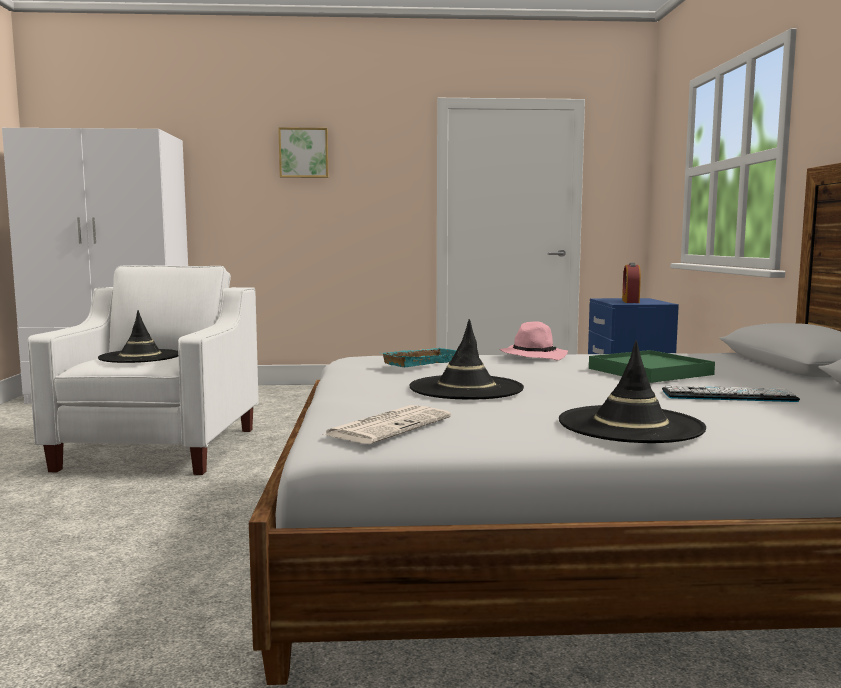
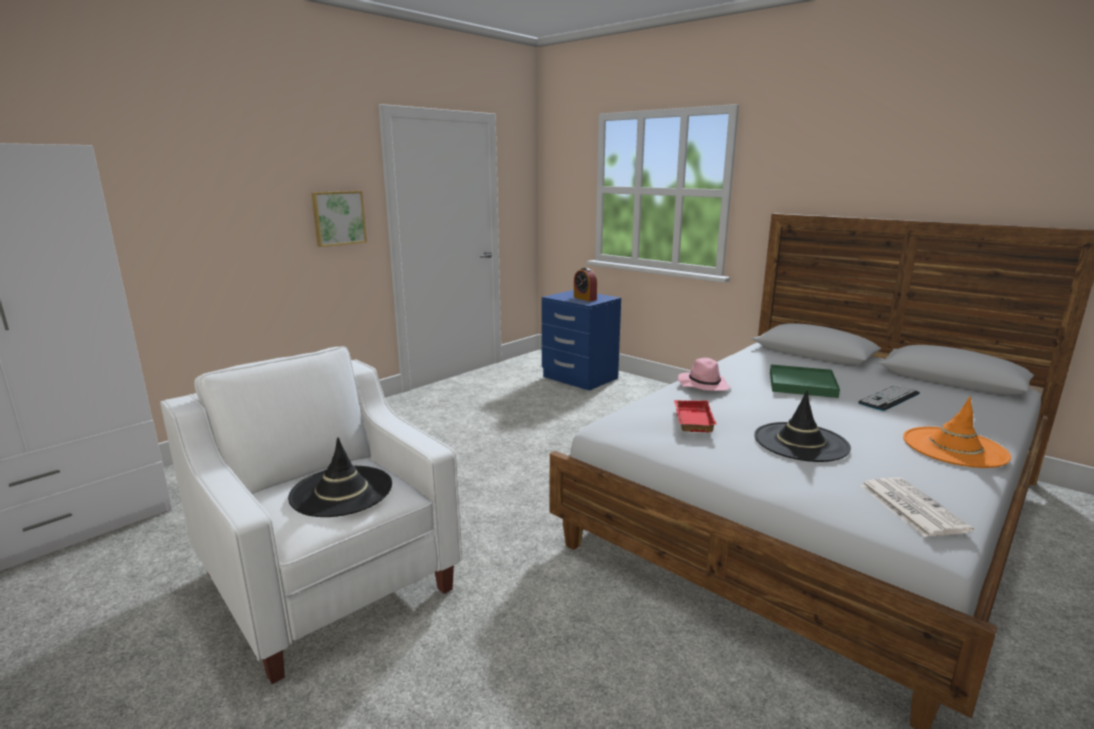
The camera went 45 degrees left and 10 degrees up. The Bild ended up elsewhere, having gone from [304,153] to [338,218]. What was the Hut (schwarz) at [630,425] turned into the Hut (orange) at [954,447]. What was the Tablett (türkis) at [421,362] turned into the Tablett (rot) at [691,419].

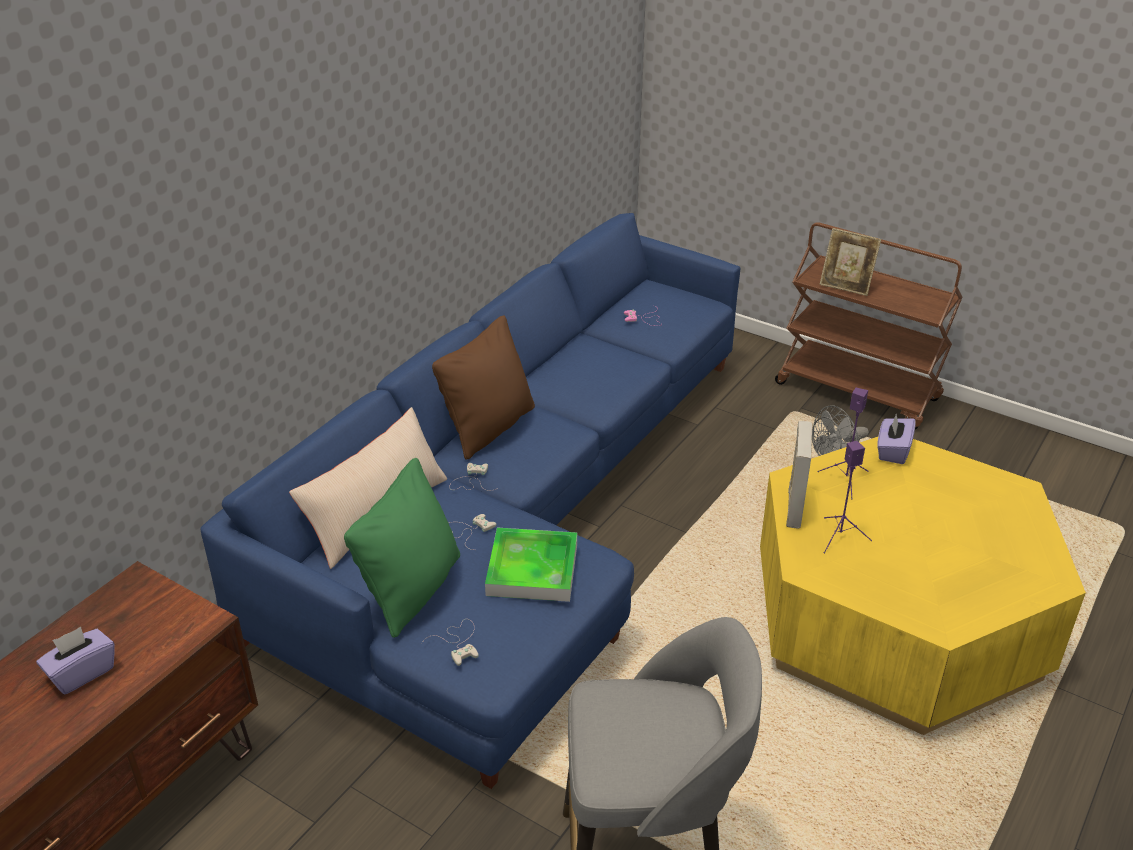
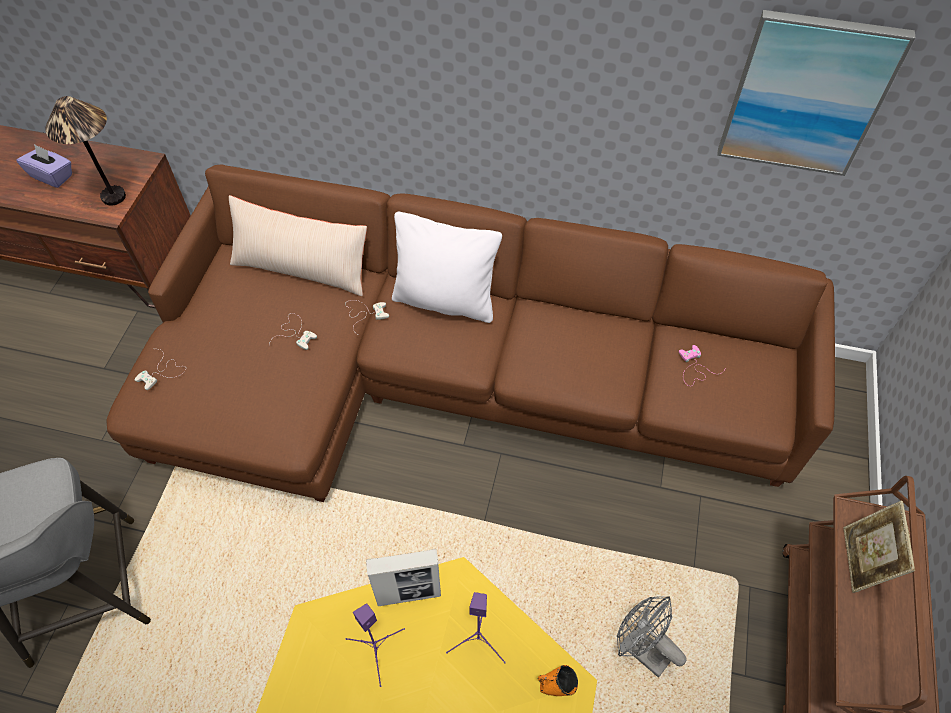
The camera went 70 degrees right and 20 degrees up. What was the Sofa (blau) at [516,518] turned into the Sofa (braun) at [448,377]. What was the Kissen (braun) at [489,428] turned into the Kissen (weiß) at [445,300]. Where the Taschentuchbox (lila) stood at [892,451], the Henkelbecher (orange) came to stand at [555,686]. The second view lost the Kissen (grün) at [412,590]. The second view lost the Tablett at [532,569]. The second view gained the Bild at [806,95]. The second view gained the Tischlampe at [114,197].

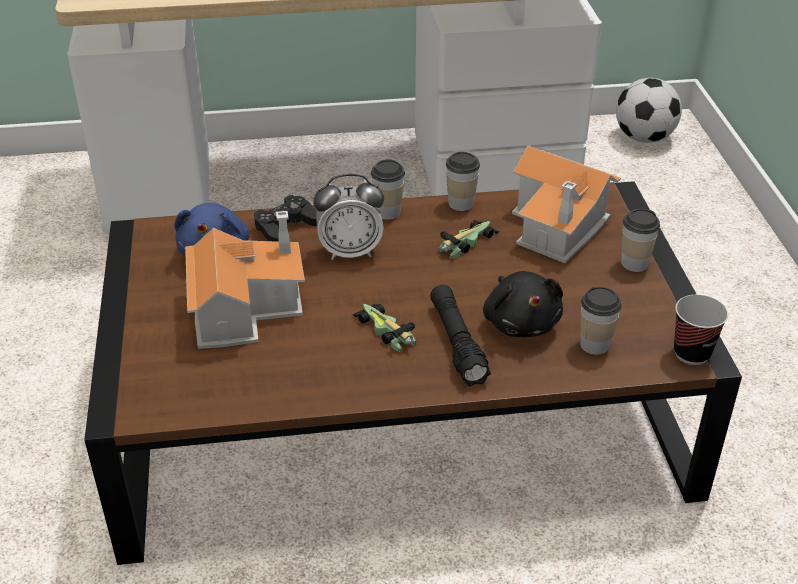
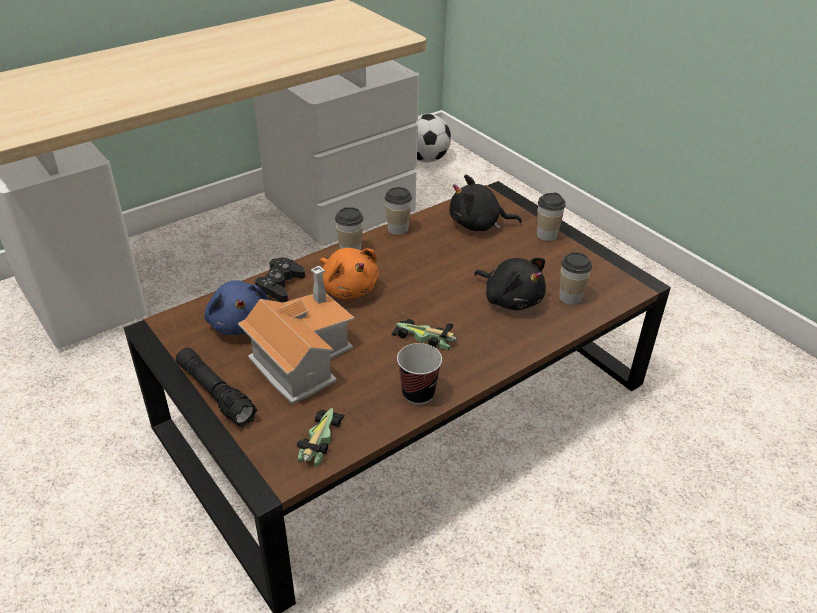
The camera went 30 degrees left and 0 degrees up. Where the Spielzeughaus stood at [560,226], the Plüschtier (schwarz) came to stand at [478,225]. Where the Wecker stood at [350,251], the Plüschtier (orange) came to stand at [347,288]. The Spielzeugauto ended up elsewhere, having gone from [466,242] to [319,440]. The Taschenlampe (schwarz) ended up elsewhere, having gone from [457,343] to [215,394]. The Tasse ended up elsewhere, having gone from [692,353] to [418,394].

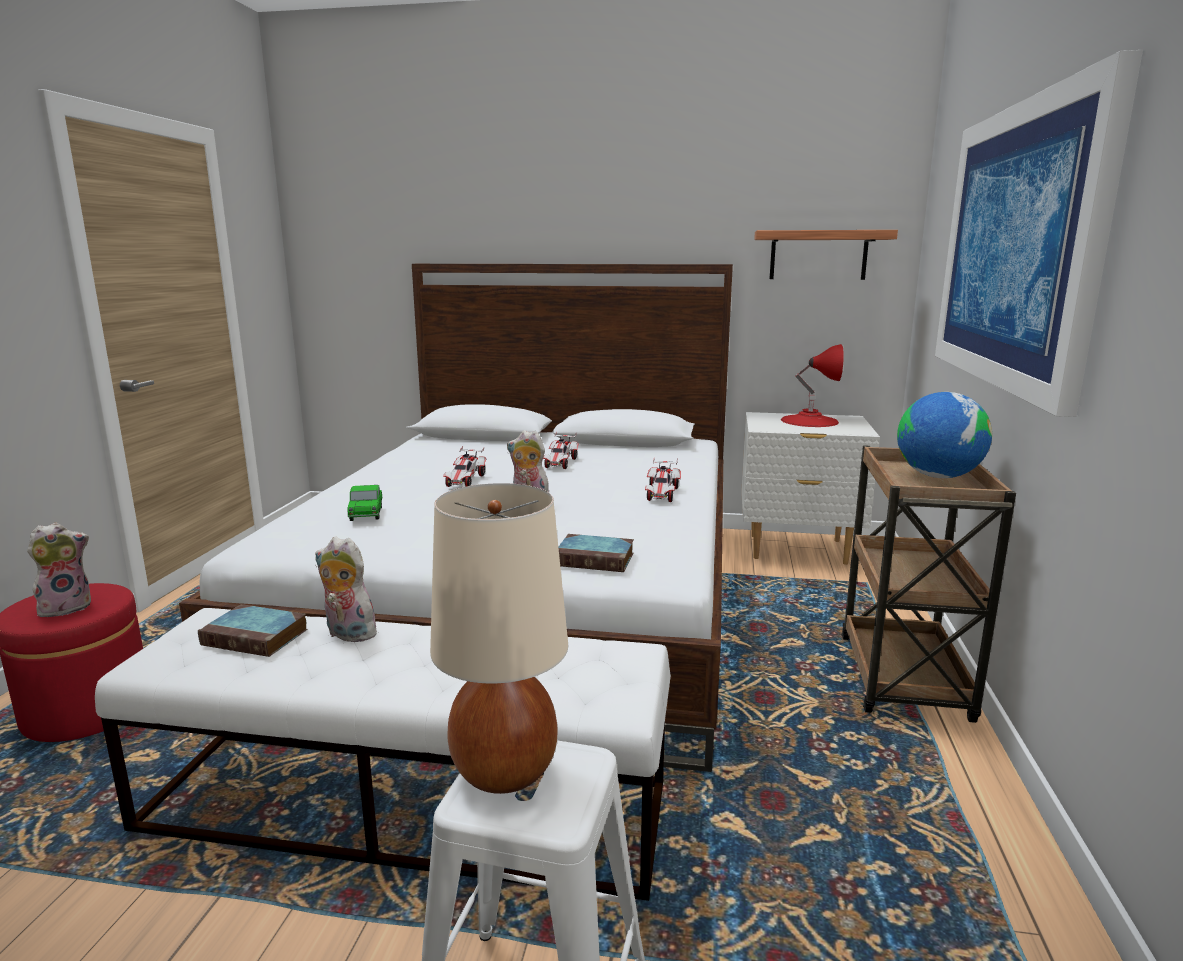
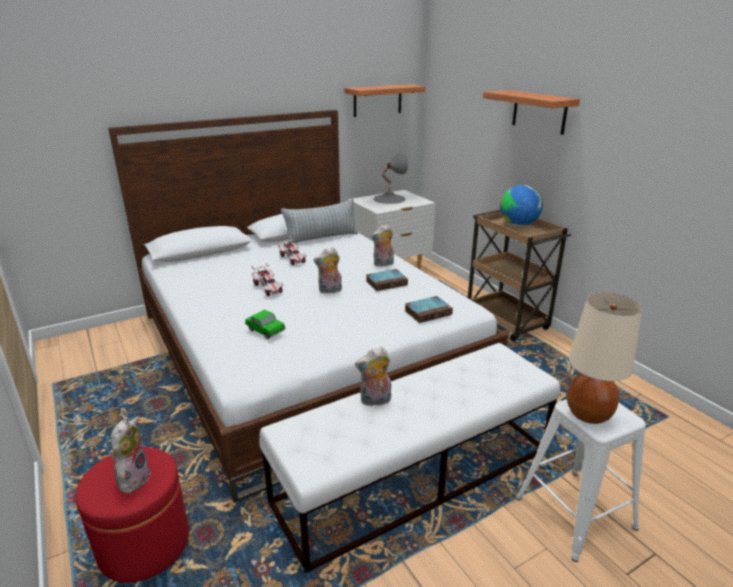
The camera went 40 degrees left and 10 degrees up. Where the Bild hung at [1017,246], the Wandregal came to hang at [539,112]. What was the Tischlampe (rot) at [809,421] turned into the Tischlampe (grau) at [389,199]. Where the Spielzeugauto stood at [662,494], the Plüschtier came to stand at [383,264]. The Buch ended up elsewhere, having gone from [257,637] to [387,282]. The second view gained the Kissen at [321,238].

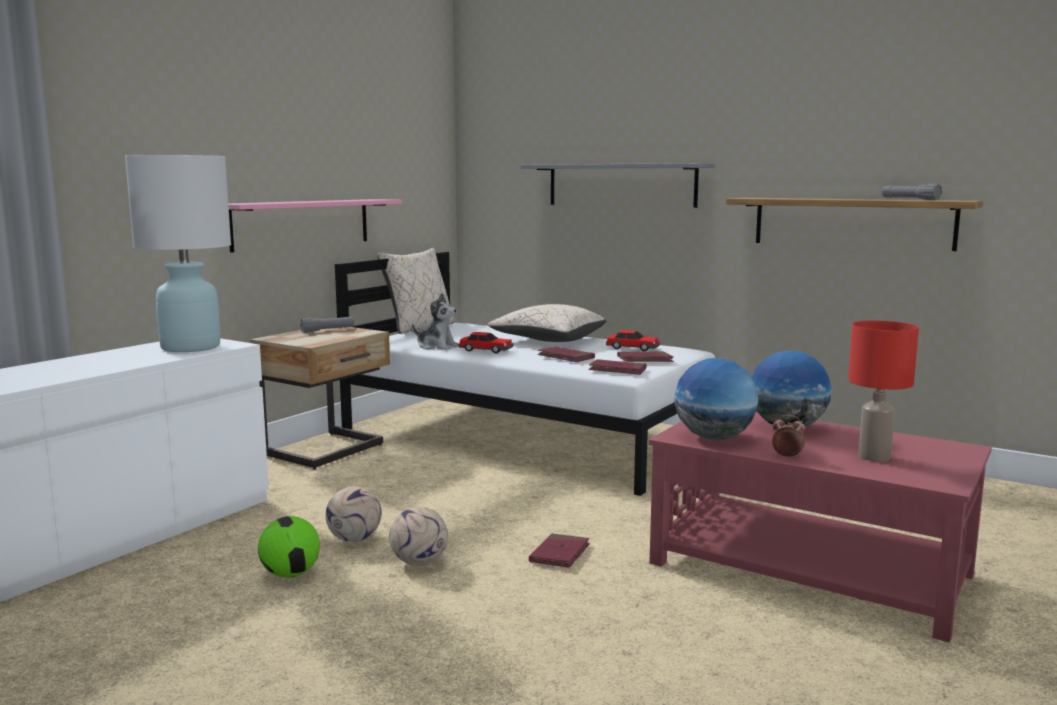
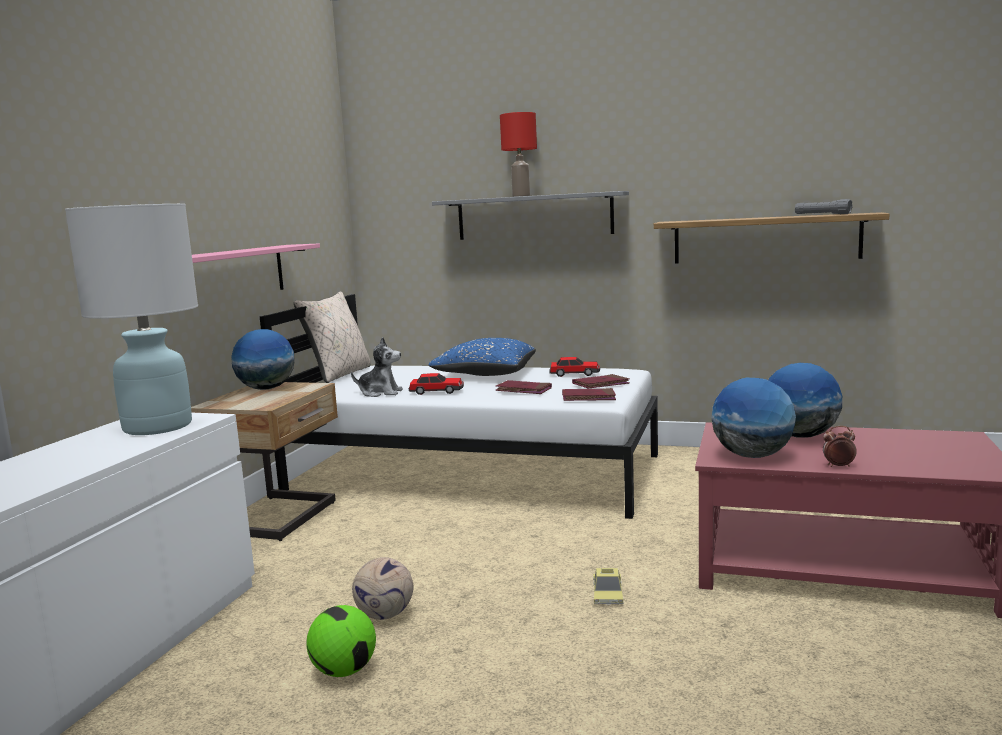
The camera went 15 degrees left and 0 degrees up. What was the Kissen (beige) at [548,340] turned into the Kissen (blau) at [485,374]. Where the Taschenlampe (grau) stood at [328,330], the Globus came to stand at [266,389]. The Tischlampe (rot) ended up elsewhere, having gone from [875,457] to [521,196]. The second view lost the Fußball at [419,562]. Where the Buch (rot) stood at [559,554], the Spielzeugauto came to stand at [607,594].

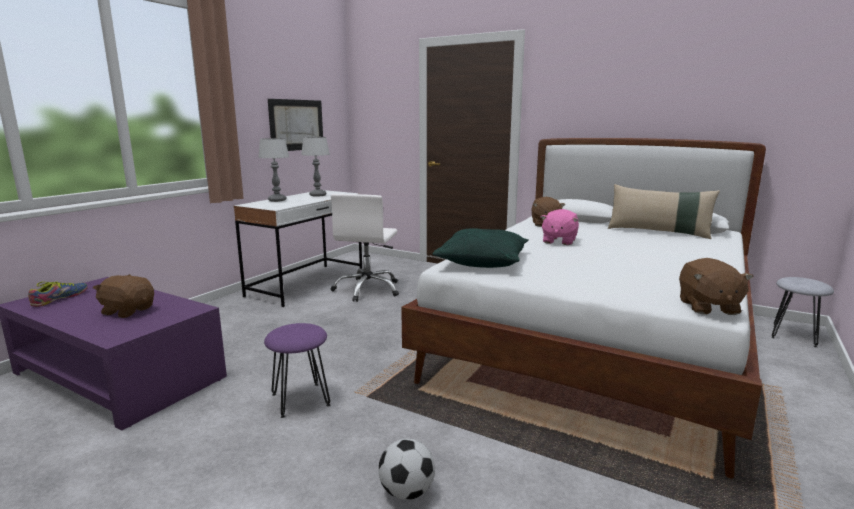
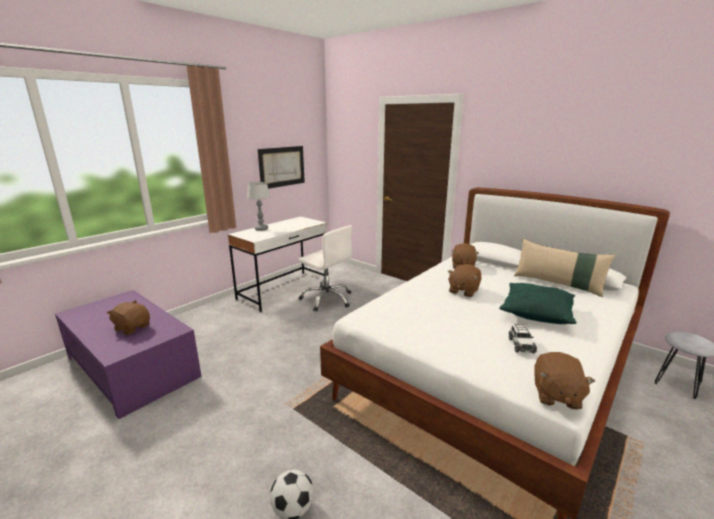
The camera went 10 degrees right and 5 degrees up. The second view lost the Tischlampe at [318,195]. The Bürostuhl (weiß) at [368,289] ended up facing another way, 75 degrees counterclockwise from before. What was the Plüschtier (rosa) at [558,241] turned into the Plüschtier (braun) at [463,291]. The Kissen (grün) ended up elsewhere, having gone from [482,261] to [536,312]. The second view lost the Schuh at [59,298]. The second view lost the Hocker (lila) at [300,400]. The second view gained the Spielzeugauto at [520,345].

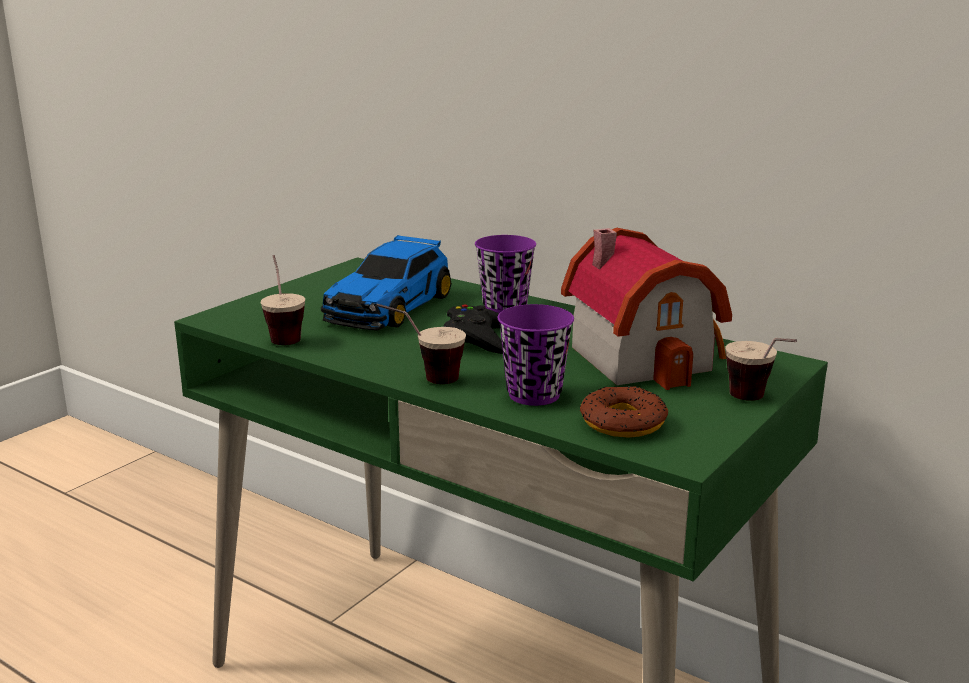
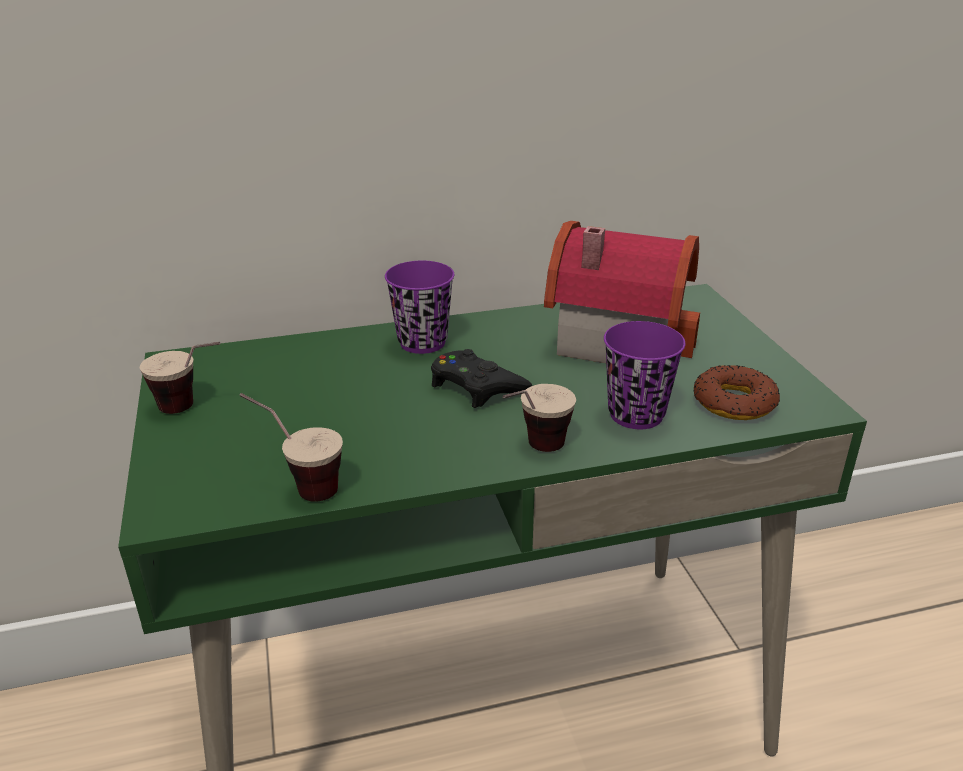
The camera went 50 degrees left and 10 degrees up. The second view lost the Spielzeugauto at [391,306]. The Tasse ended up elsewhere, having gone from [758,403] to [193,409].

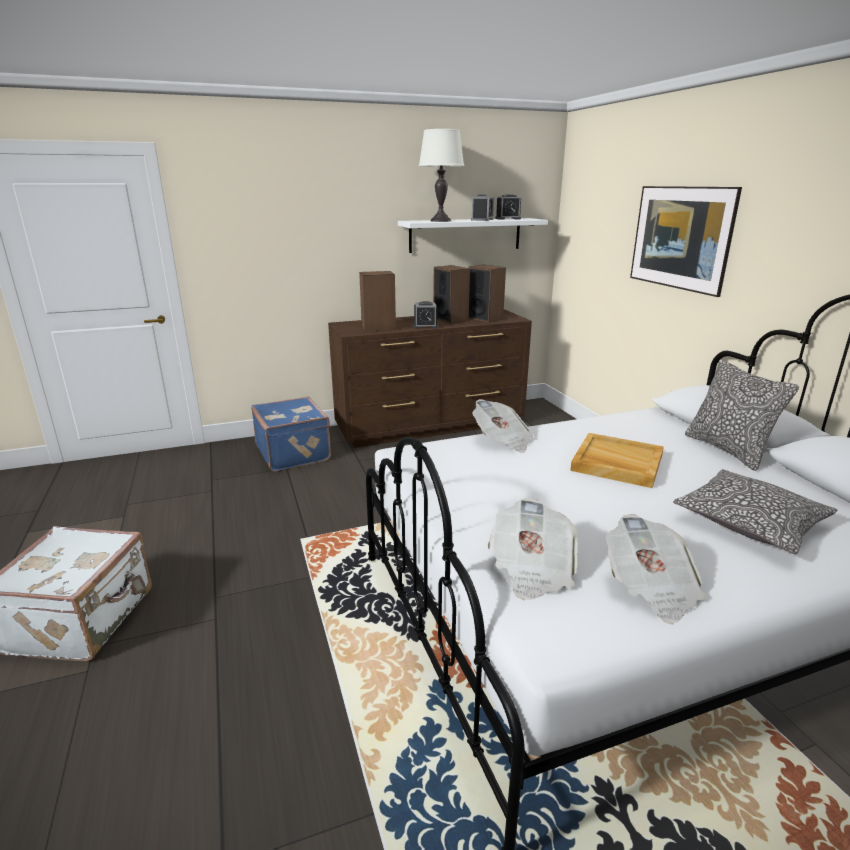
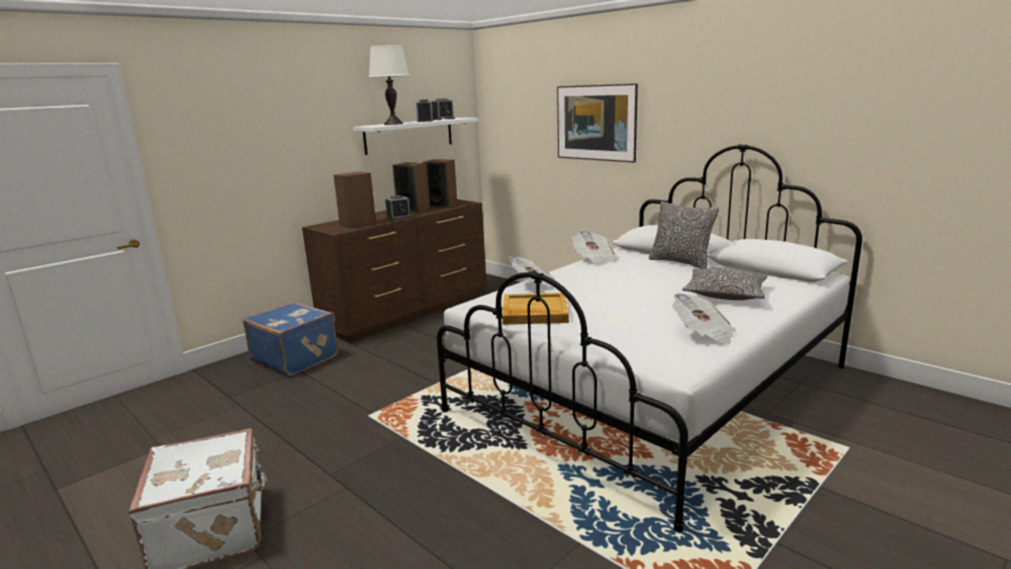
The camera went 25 degrees left and 5 degrees down. The Tablett (beige) ended up elsewhere, having gone from [616,463] to [534,312]. The Zeitung ended up elsewhere, having gone from [531,569] to [594,259].

